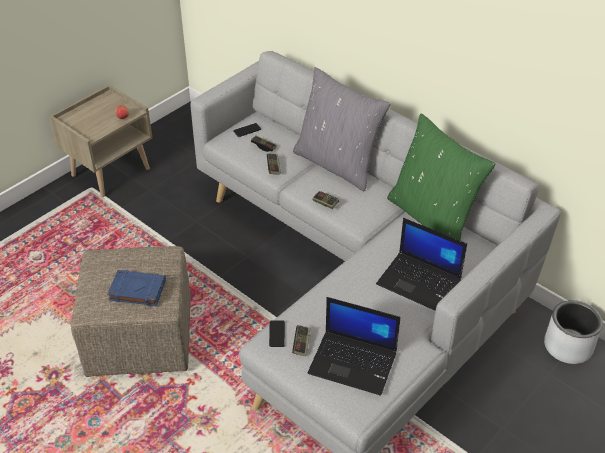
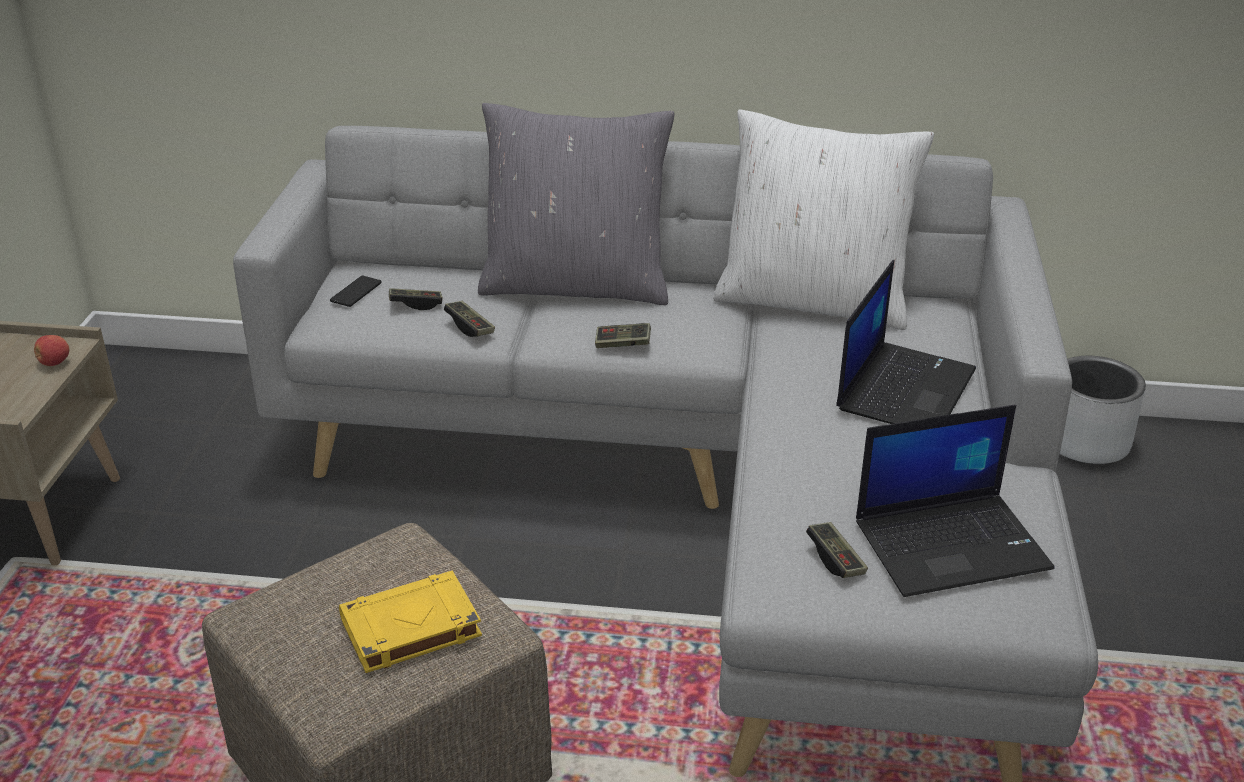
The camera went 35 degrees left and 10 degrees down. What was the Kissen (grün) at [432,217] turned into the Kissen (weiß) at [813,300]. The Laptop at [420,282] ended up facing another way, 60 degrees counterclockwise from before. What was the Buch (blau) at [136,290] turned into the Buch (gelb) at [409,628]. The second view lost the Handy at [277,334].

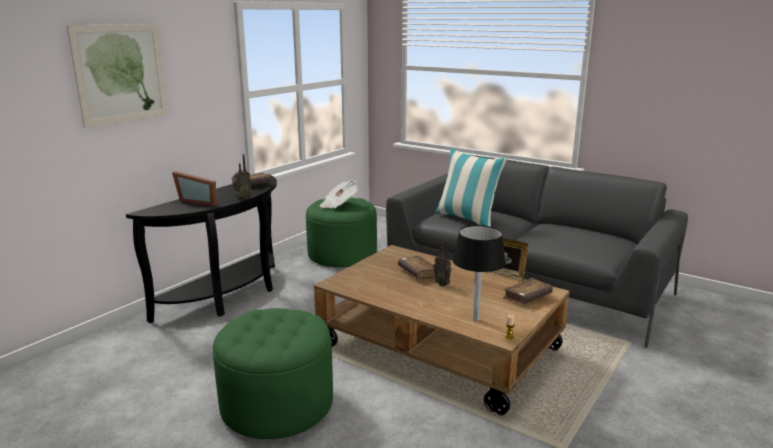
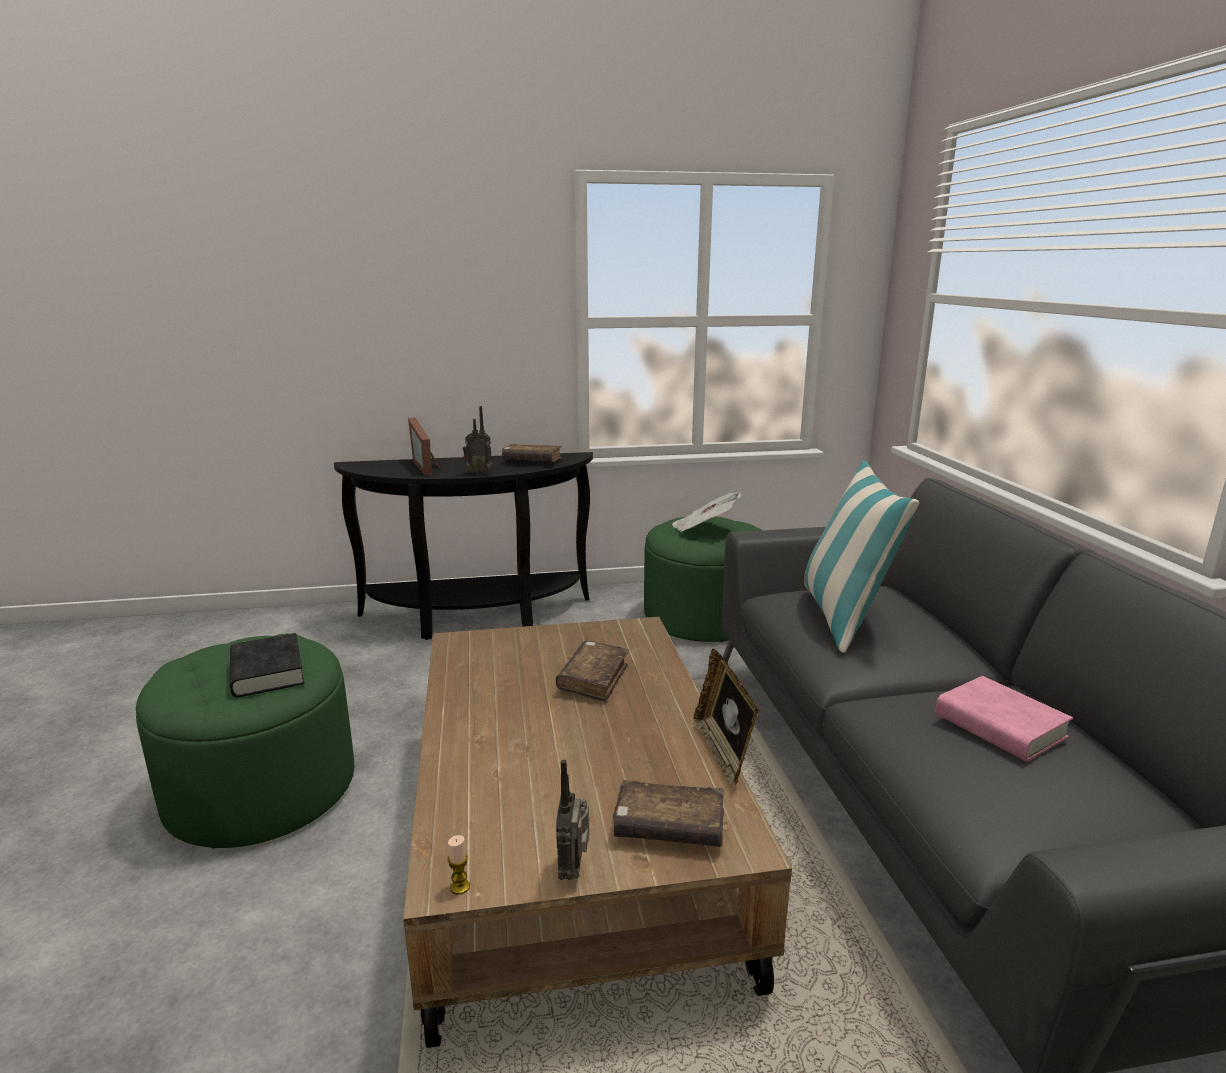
The camera went 45 degrees right and 0 degrees up. The second view lost the Bild at [121,73]. The second view lost the Tischlampe (schwarz) at [475,319]. The Radio ended up elsewhere, having gone from [442,284] to [574,870]. The second view gained the Buch (schwarz) at [267,672]. The second view gained the Buch (rosa) at [999,726].

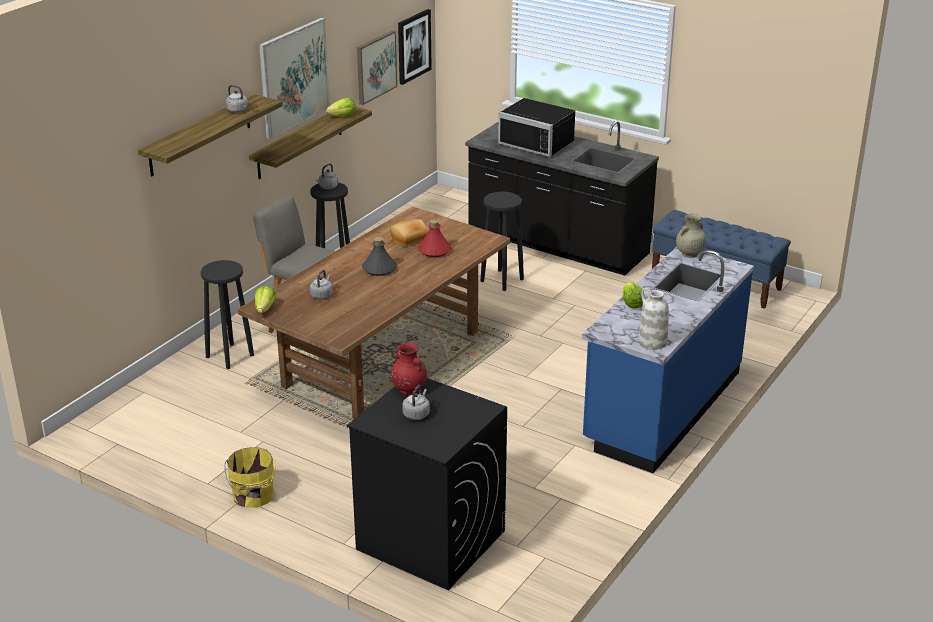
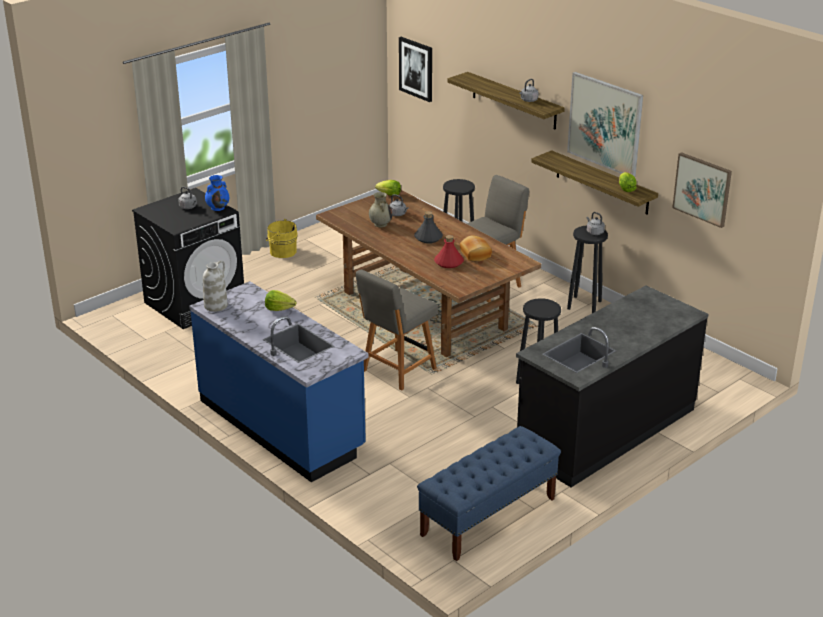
The camera went 105 degrees right and 0 degrees up. The Bild ended up elsewhere, having gone from [413,46] to [416,69]. The second view lost the Mikrowelle (schwarz) at [539,142]. The Vase (beige) ended up elsewhere, having gone from [689,254] to [380,224]. What was the Vase (rot) at [409,389] turned into the Vase (blau) at [218,208]. The second view gained the Stuhl (grau) at [397,370].

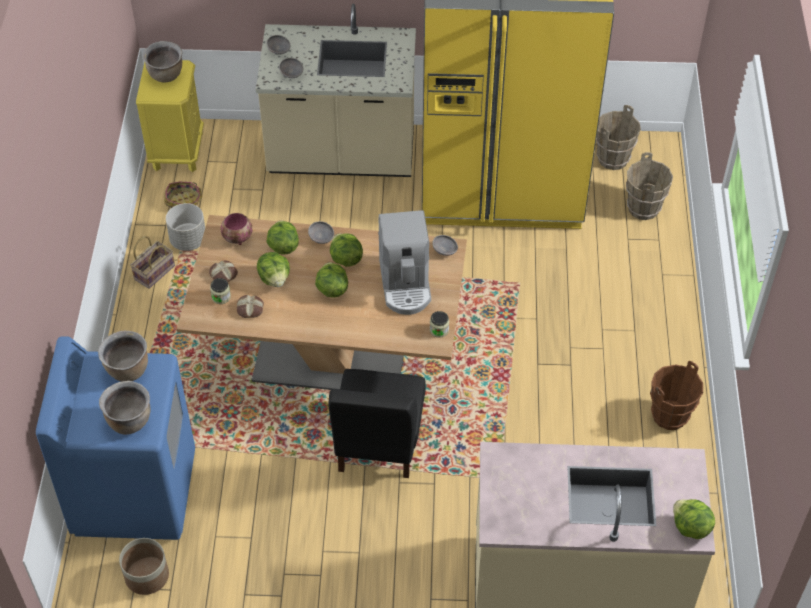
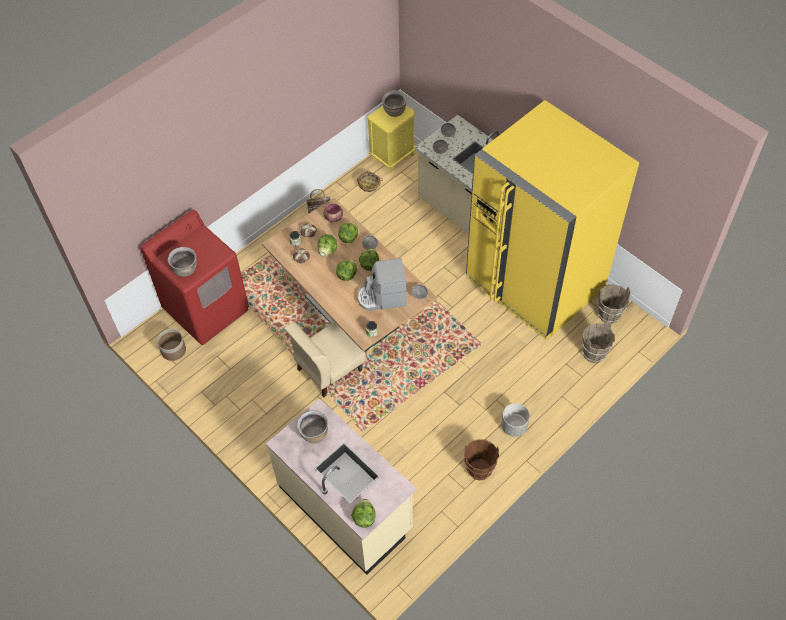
The camera went 45 degrees right and 5 degrees up. The Pflanzkübel (grau) ended up elsewhere, having gone from [188,240] to [514,427]. The Kaffeemaschine at [405,284] ended up facing another way, 45 degrees clockwise from before. The Kochtopf (braun) ended up elsewhere, having gone from [127,370] to [314,434]. What was the Waschmaschine (blau) at [134,491] turned into the Waschmaschine (rot) at [207,309]. What was the Stuhl (schwarz) at [378,442] turned into the Stuhl (beige) at [329,369].

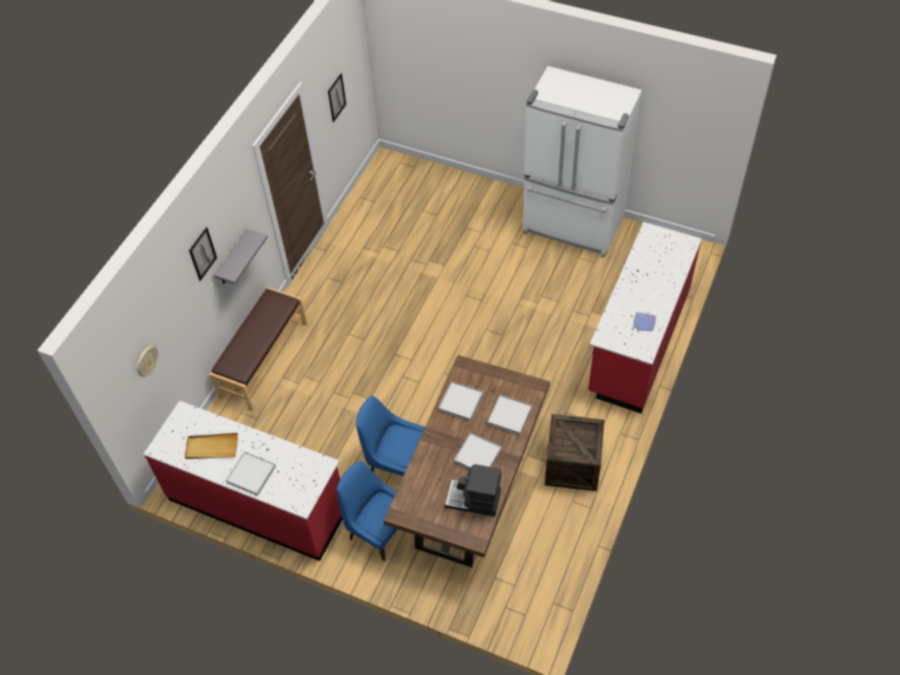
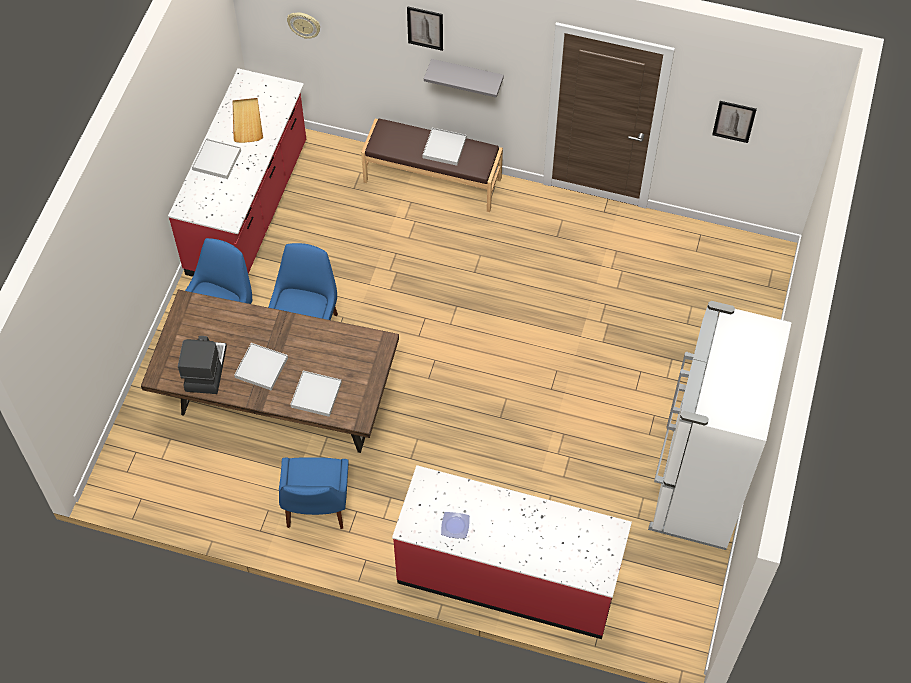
The camera went 80 degrees right and 5 degrees up. The Tablett (weiß) ended up elsewhere, having gone from [460,402] to [444,148]. Where the Kiste stood at [572,465], the Stuhl (blau) came to stand at [316,508].

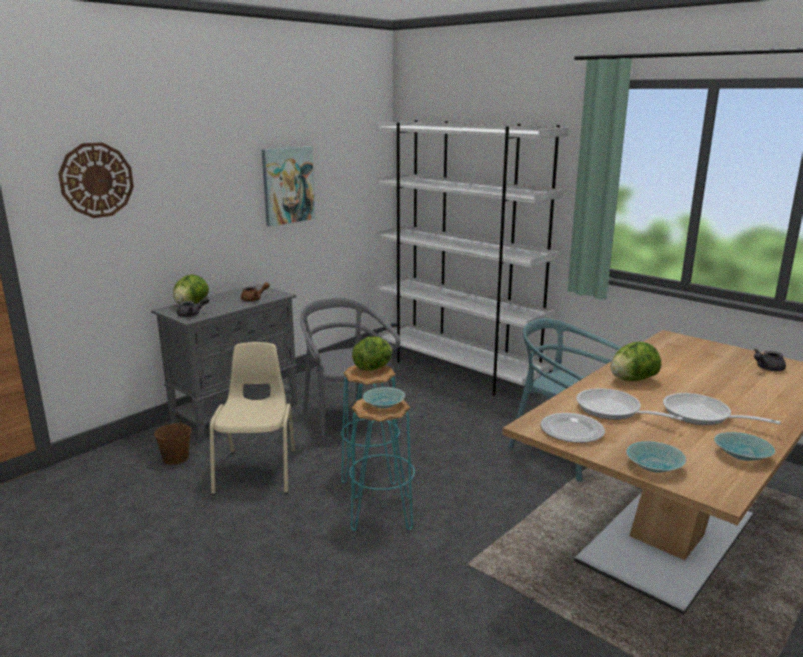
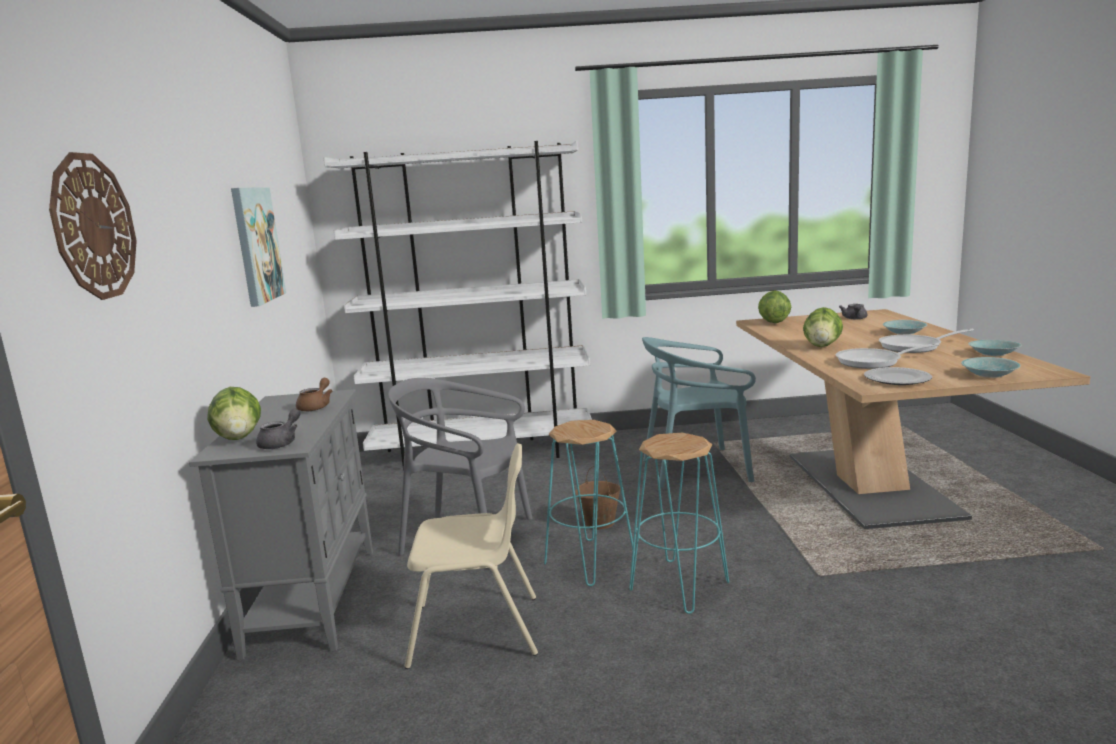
The camera went 45 degrees left and 5 degrees down. The Salatkopf ended up elsewhere, having gone from [373,368] to [773,322]. The Stuhl (beige) at [258,470] ended up facing another way, 135 degrees clockwise from before. The Schüssel (türkis) ended up elsewhere, having gone from [384,405] to [905,333]. The Eimer (braun) ended up elsewhere, having gone from [175,458] to [599,523].

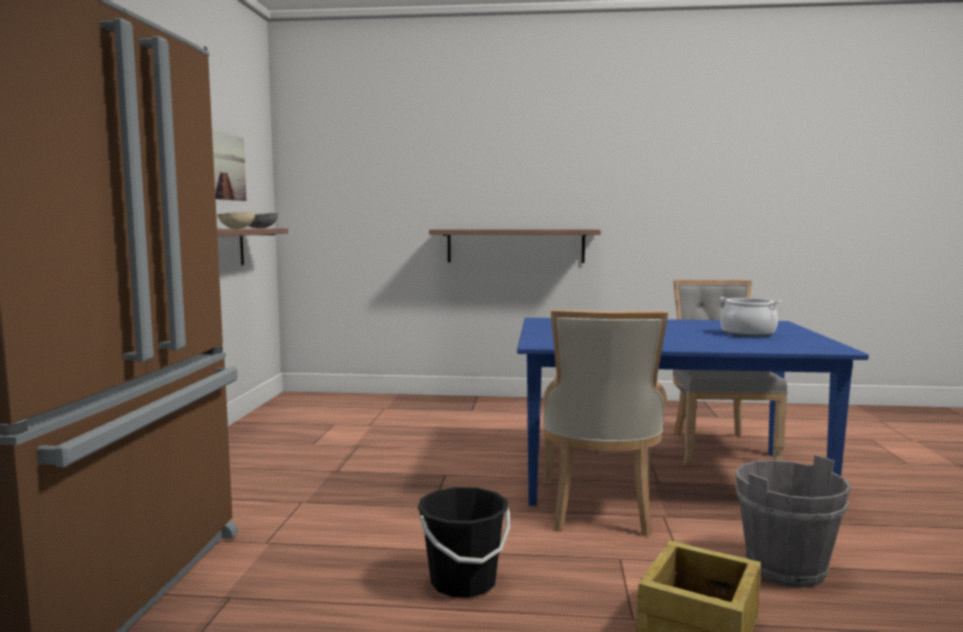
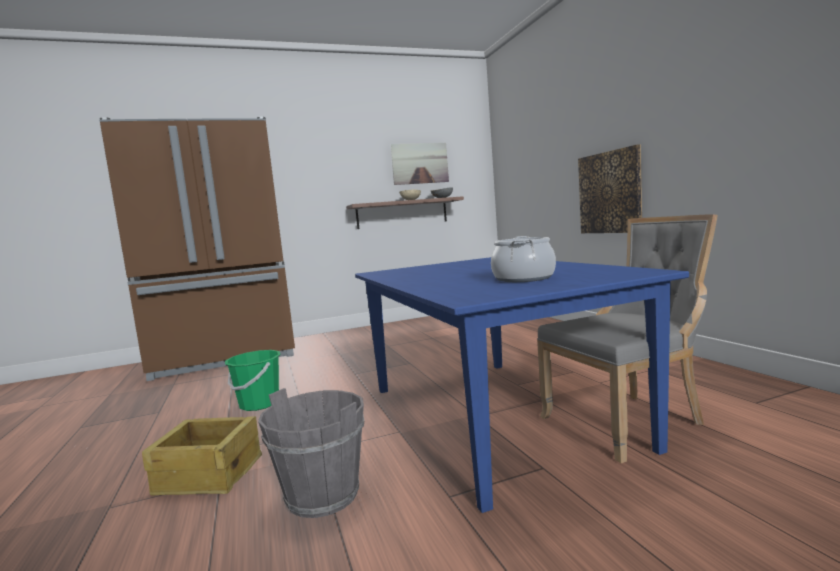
The camera went 65 degrees right and 0 degrees up. Where the Wandregal hung at [515,245], the Bild came to hang at [610,192]. The second view lost the Stuhl (beige) at [599,509]. What was the Eimer (schwarz) at [463,582] turned into the Eimer (grün) at [259,404].

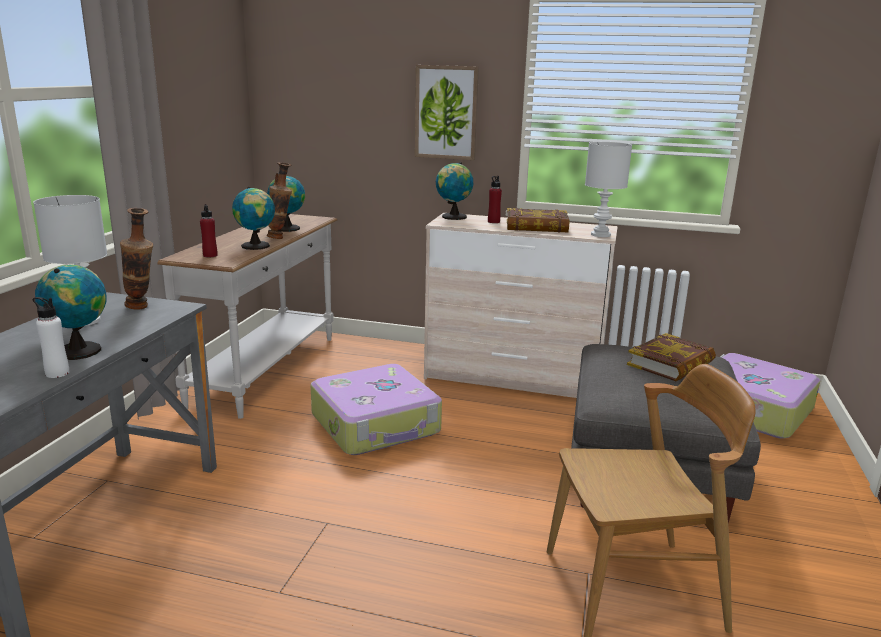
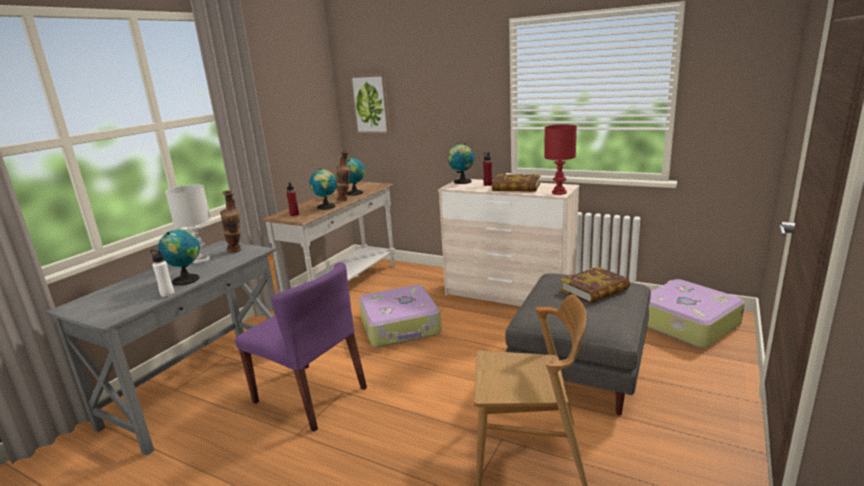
The camera went 15 degrees right and 0 degrees up. The Bild ended up elsewhere, having gone from [446,112] to [371,104]. What was the Tischlampe (weiß) at [600,234] turned into the Tischlampe (rot) at [559,192]. The second view gained the Stuhl (lila) at [311,395].

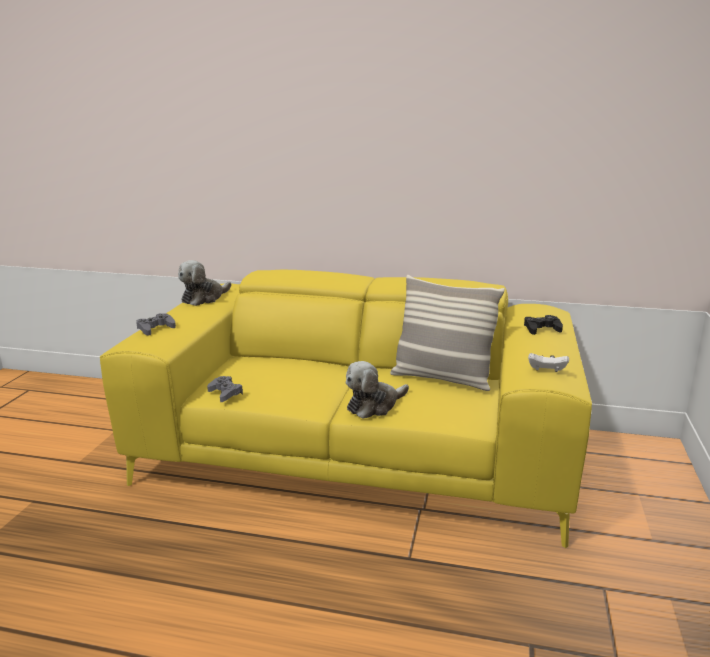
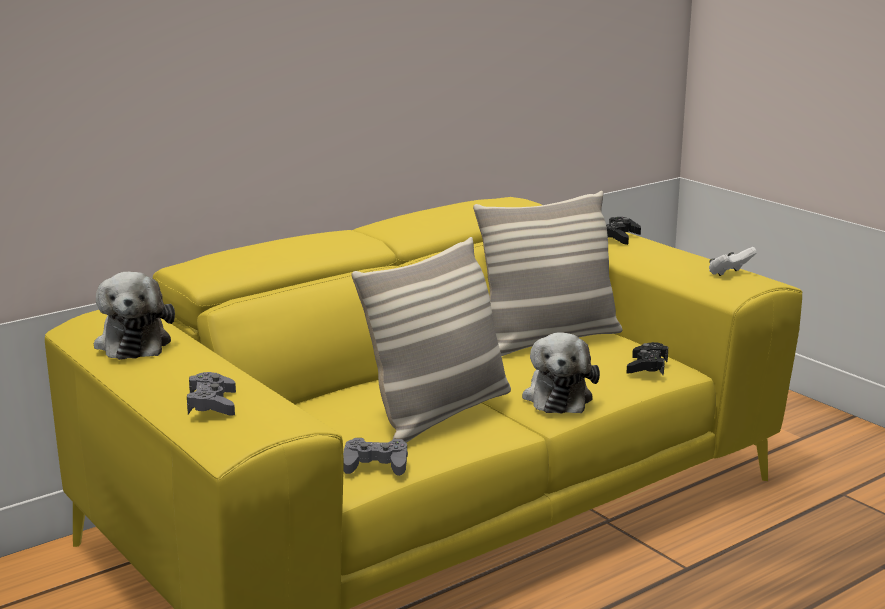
The camera went 50 degrees left and 0 degrees up. The second view gained the Kissen at [439,414]. The second view gained the Gamepad (schwarz) at [647,366].

